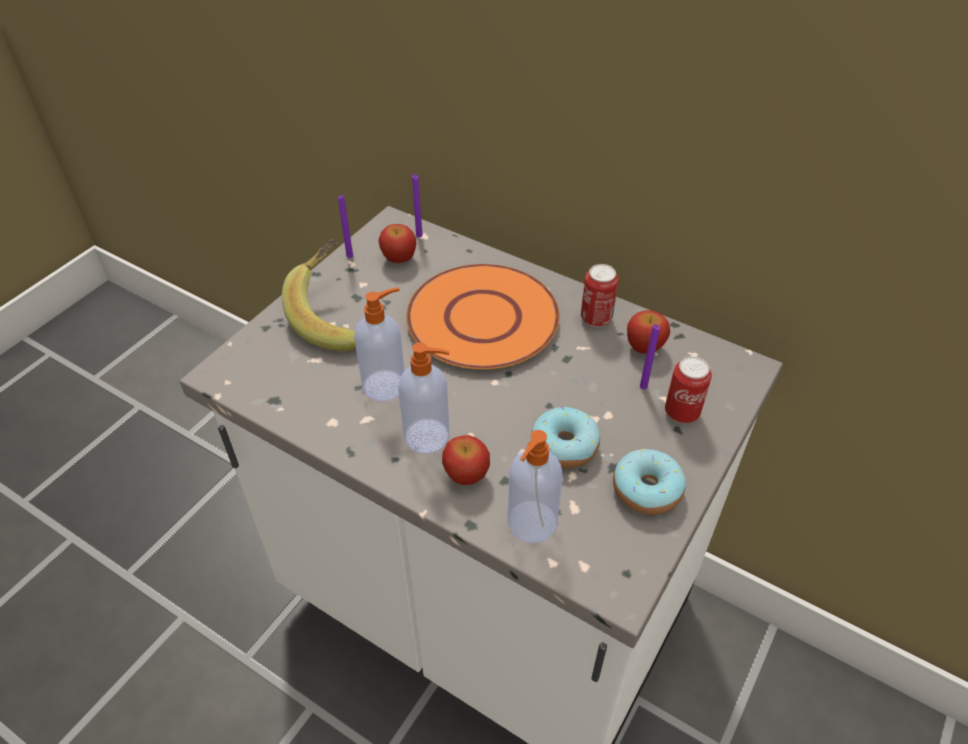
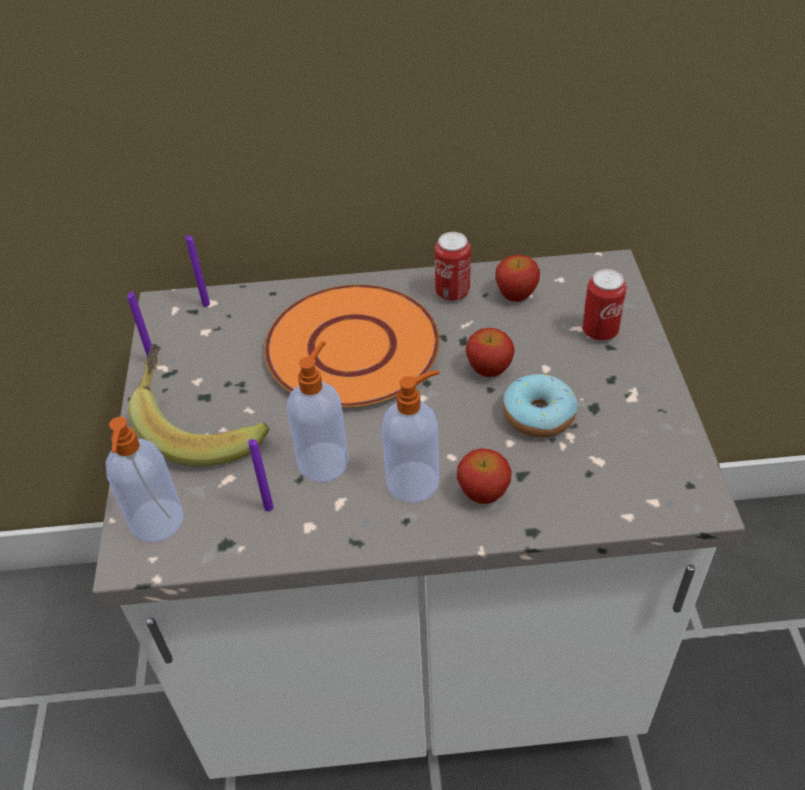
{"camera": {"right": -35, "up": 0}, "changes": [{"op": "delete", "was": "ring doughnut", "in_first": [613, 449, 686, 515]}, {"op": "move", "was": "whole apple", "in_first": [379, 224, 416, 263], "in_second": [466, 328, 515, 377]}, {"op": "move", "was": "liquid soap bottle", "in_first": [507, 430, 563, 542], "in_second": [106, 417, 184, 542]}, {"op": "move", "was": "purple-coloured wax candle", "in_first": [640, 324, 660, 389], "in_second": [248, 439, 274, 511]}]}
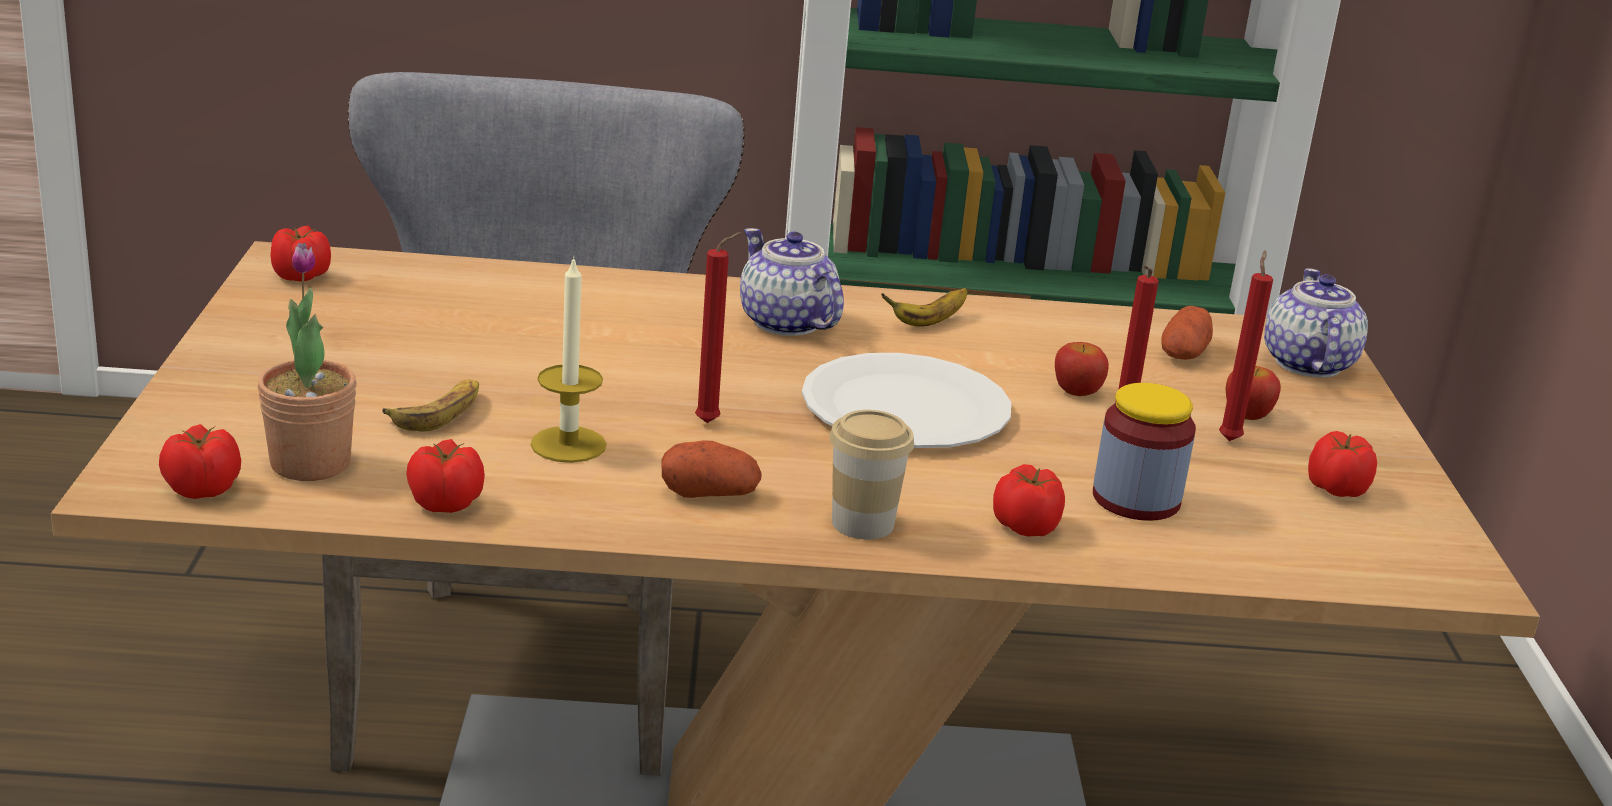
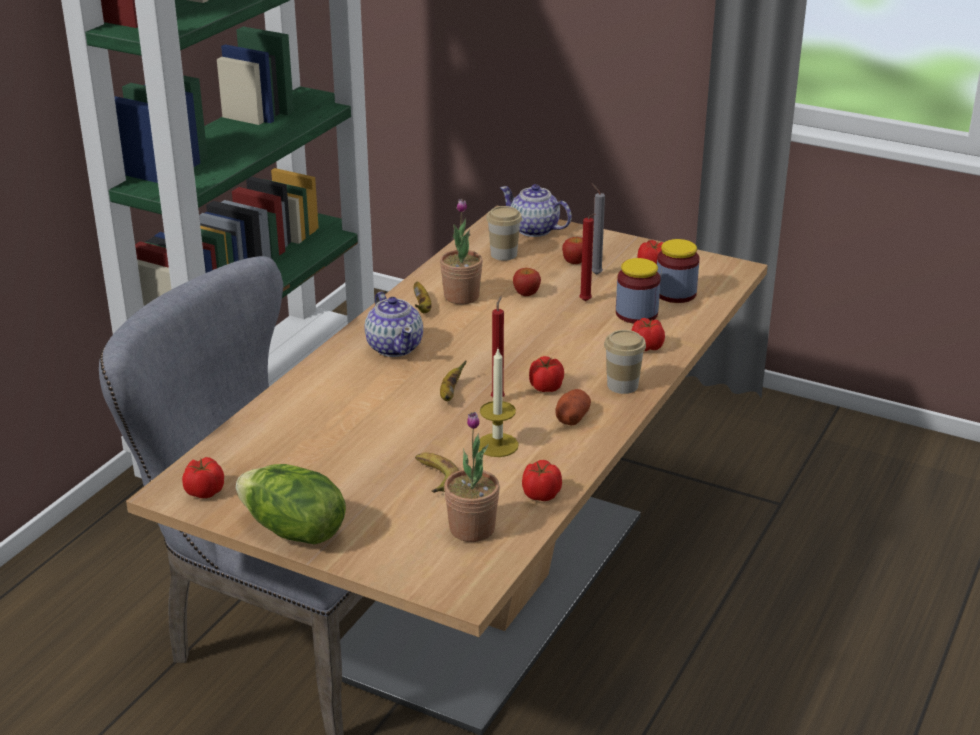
{"camera": {"right": -60, "up": 5}, "changes": [{"op": "delete", "was": "white dinner plate", "in_first": [802, 353, 1011, 448]}, {"op": "insert", "now": "lettuce head", "in_second": [236, 464, 346, 545]}, {"op": "insert", "now": "potted plant", "in_second": [440, 199, 483, 304]}, {"op": "insert", "now": "banana fruit", "in_second": [440, 360, 467, 401]}, {"op": "insert", "now": "storage jar", "in_second": [657, 239, 700, 303]}, {"op": "move", "was": "tomato", "in_first": [159, 424, 241, 499], "in_second": [529, 356, 564, 392]}, {"op": "replace", "was": "potato", "now": "cup", "in_first": [1162, 306, 1213, 360], "in_second": [486, 206, 522, 261]}, {"op": "recolor", "was": "red wax candle", "now": "greyish wax candle", "in_first": [1219, 250, 1273, 441], "in_second": [591, 183, 605, 275]}, {"op": "rotate", "was": "pot for tea", "in_first": [740, 228, 844, 336], "in_second": [365, 292, 423, 357], "clockwise": -105}]}
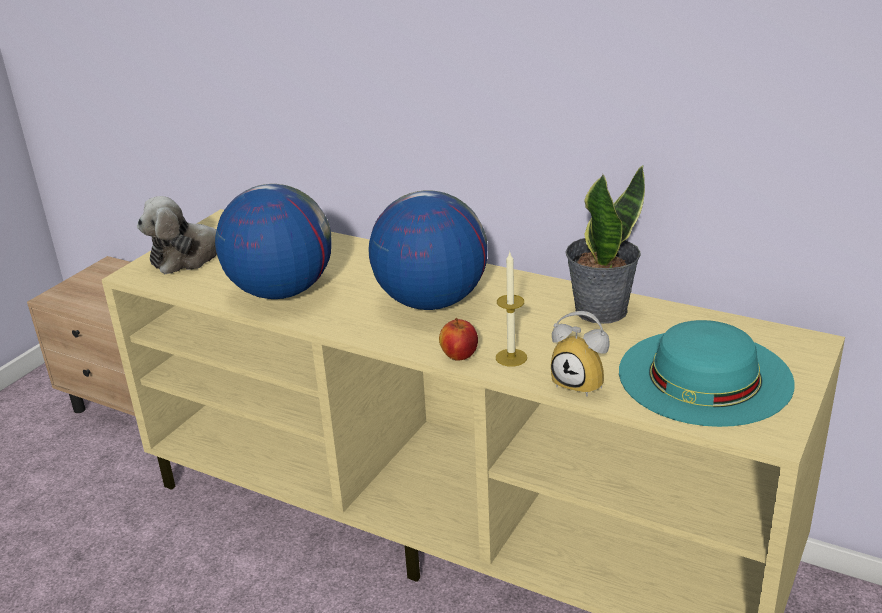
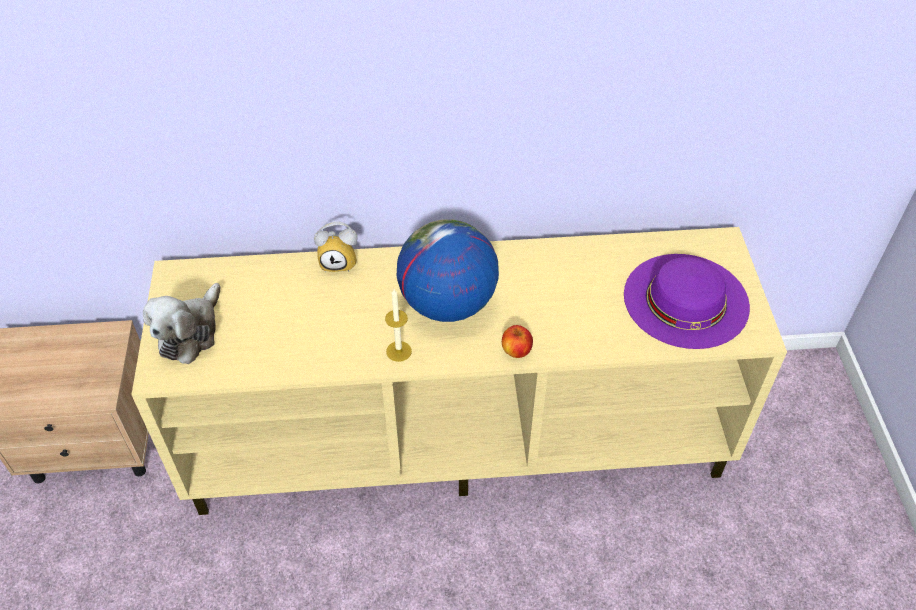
{"camera": {"right": -35, "up": 20}, "changes": [{"op": "delete", "was": "world globe", "in_first": [215, 184, 332, 299]}, {"op": "delete", "was": "potted plant", "in_first": [565, 165, 645, 324]}, {"op": "move", "was": "wax candle", "in_first": [496, 252, 527, 366], "in_second": [385, 289, 412, 362]}, {"op": "move", "was": "bedside clock", "in_first": [551, 311, 610, 397], "in_second": [314, 221, 358, 272]}, {"op": "recolor", "was": "turquoise-coloured hat", "now": "purple-coloured hat", "in_first": [619, 320, 795, 427], "in_second": [624, 254, 750, 349]}]}
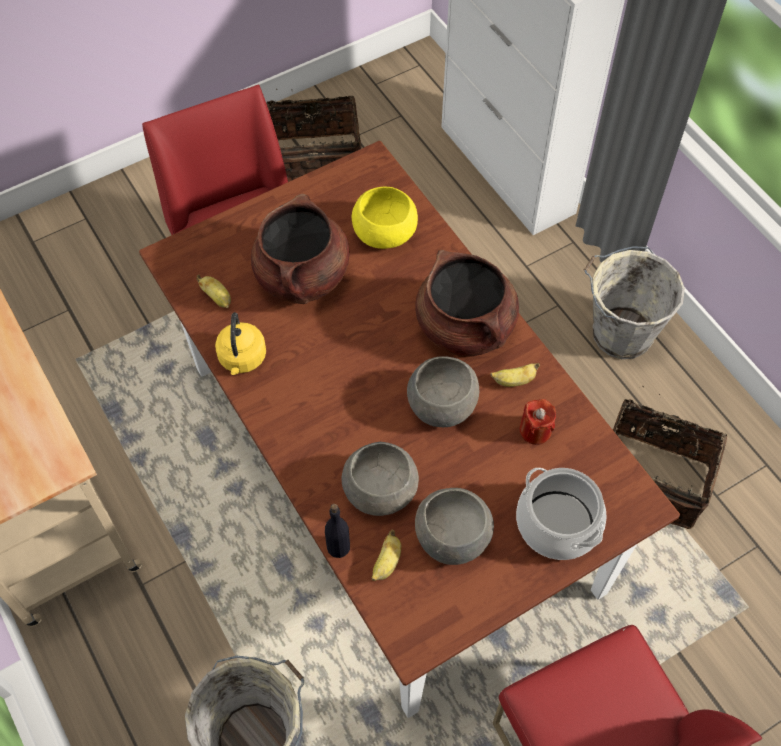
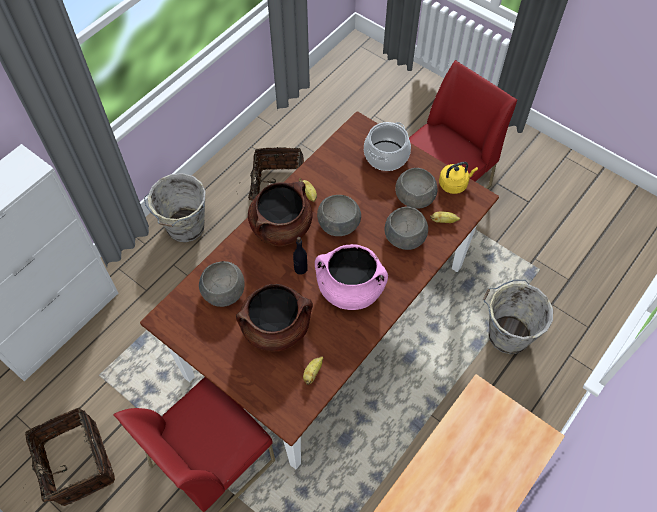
{"camera": {"right": -110, "up": 0}, "changes": [{"op": "delete", "was": "red wax candle", "in_first": [520, 399, 556, 445]}, {"op": "insert", "now": "pink-coloured saucepot", "in_second": [315, 244, 388, 310]}, {"op": "move", "was": "yellow-coloured kettle", "in_first": [215, 312, 266, 375], "in_second": [439, 162, 478, 194]}, {"op": "move", "was": "black-coloured bottle", "in_first": [325, 504, 350, 558], "in_second": [293, 237, 308, 275]}, {"op": "recolor", "was": "yellow-coloured deep dish", "now": "greyish deep dish", "in_first": [352, 187, 418, 249], "in_second": [199, 261, 245, 307]}]}
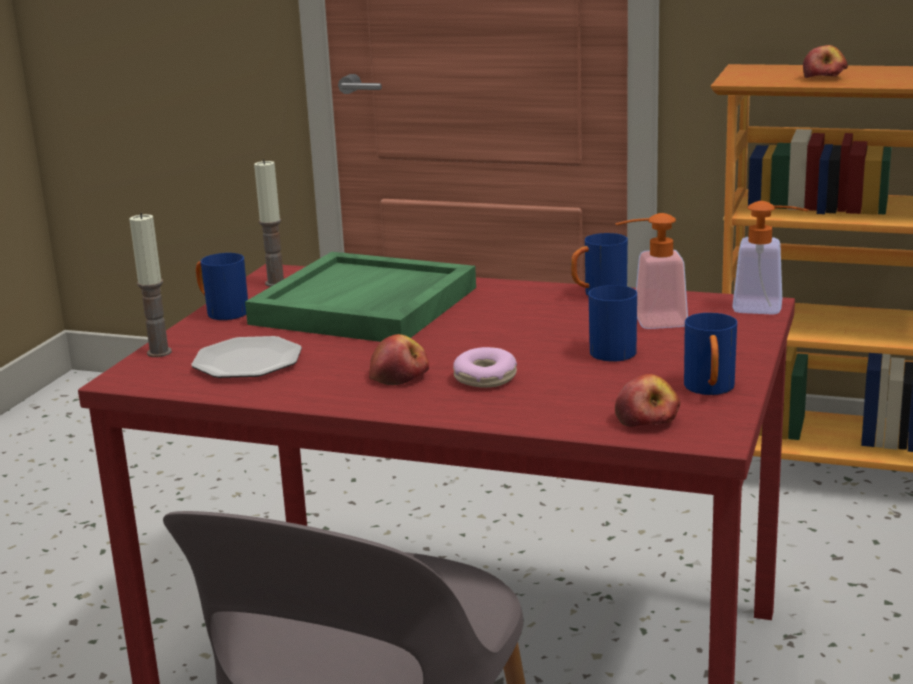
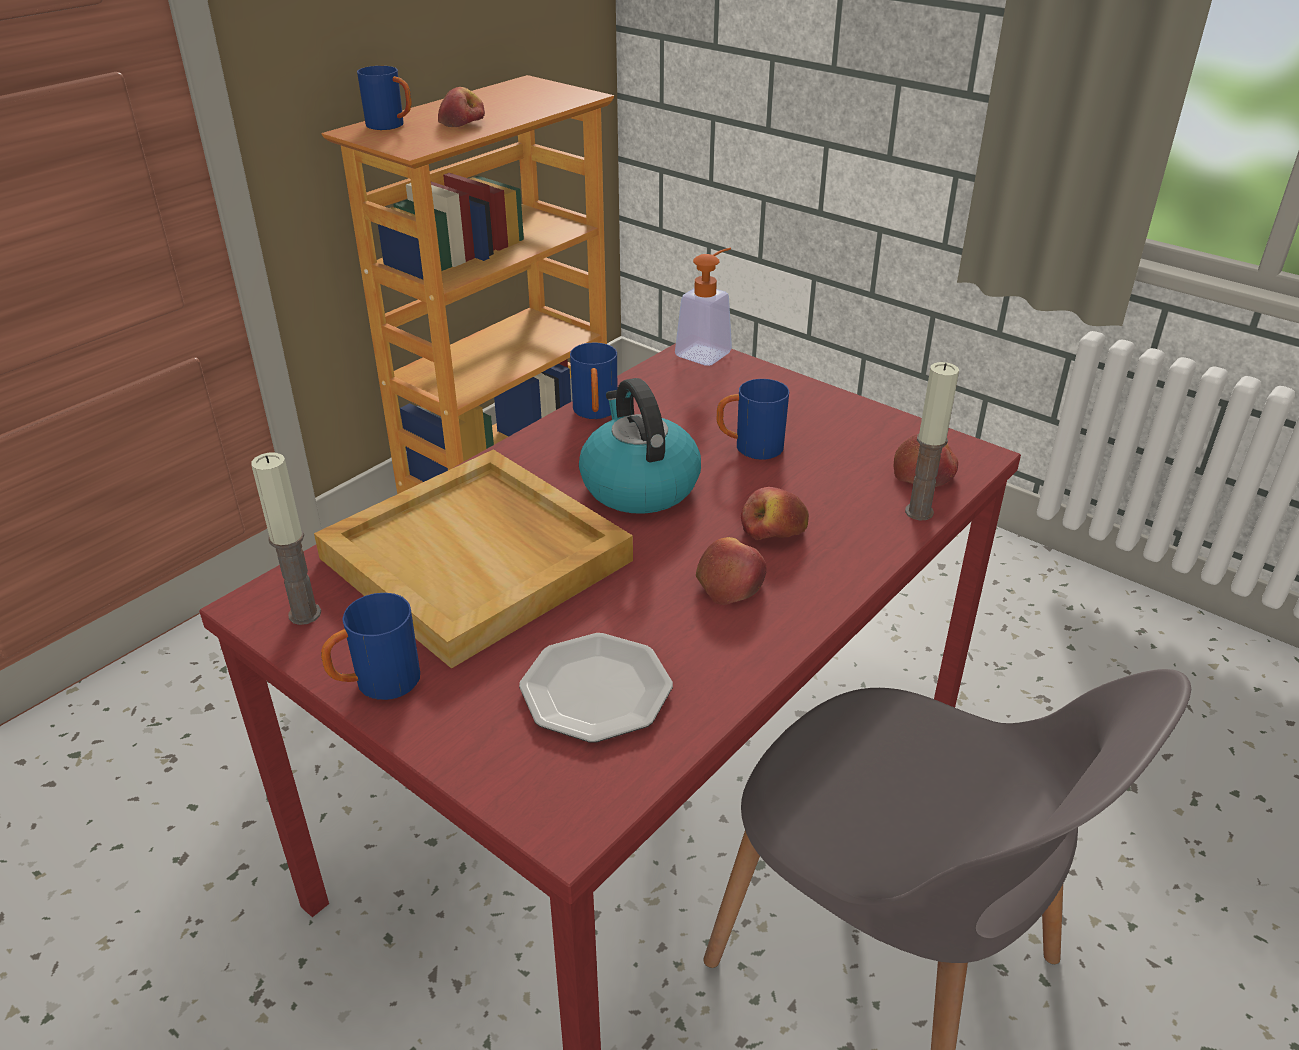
{"camera": {"right": -70, "up": 15}, "changes": [{"op": "delete", "was": "liquid soap bottle", "in_first": [615, 213, 688, 329]}, {"op": "insert", "now": "kettle", "in_second": [579, 378, 701, 514]}, {"op": "move", "was": "wax candle", "in_first": [129, 213, 172, 357], "in_second": [905, 362, 959, 520]}, {"op": "move", "was": "bluish mug", "in_first": [684, 313, 737, 395], "in_second": [357, 66, 412, 130]}, {"op": "replace", "was": "ring doughnut", "now": "whole apple", "in_first": [453, 347, 517, 388], "in_second": [741, 487, 809, 540]}, {"op": "recolor", "was": "greenish serving tray", "now": "beige serving tray", "in_first": [245, 252, 476, 342], "in_second": [314, 449, 633, 669]}]}
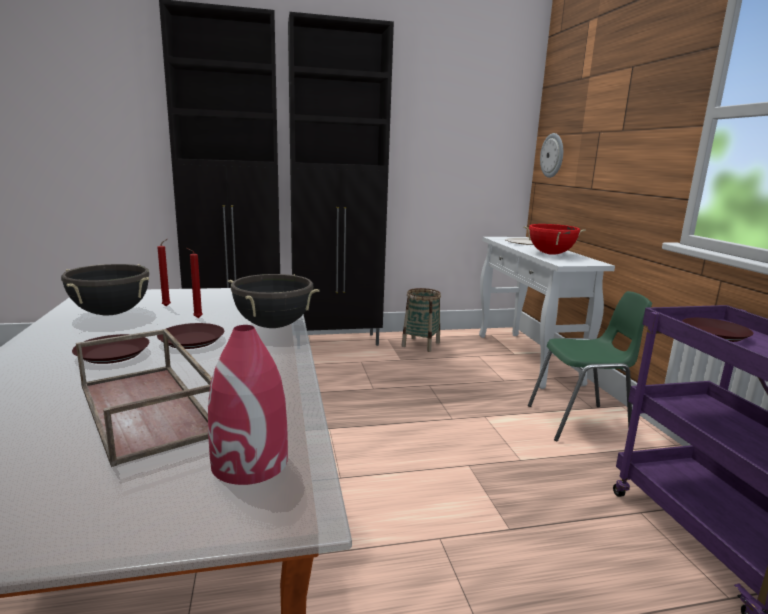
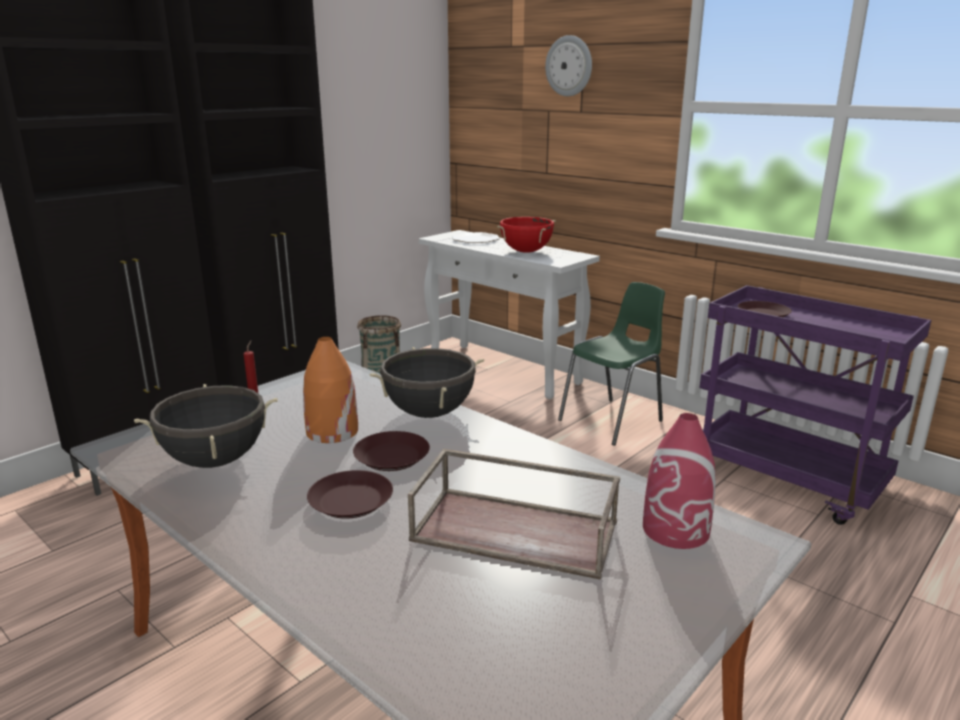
{"camera": {"right": -35, "up": 5}, "changes": [{"op": "move", "was": "hanging clock", "in_first": [540, 133, 563, 178], "in_second": [545, 35, 592, 96]}, {"op": "replace", "was": "red wax candle", "now": "orangey flower vase", "in_first": [186, 248, 203, 318], "in_second": [303, 337, 358, 443]}]}
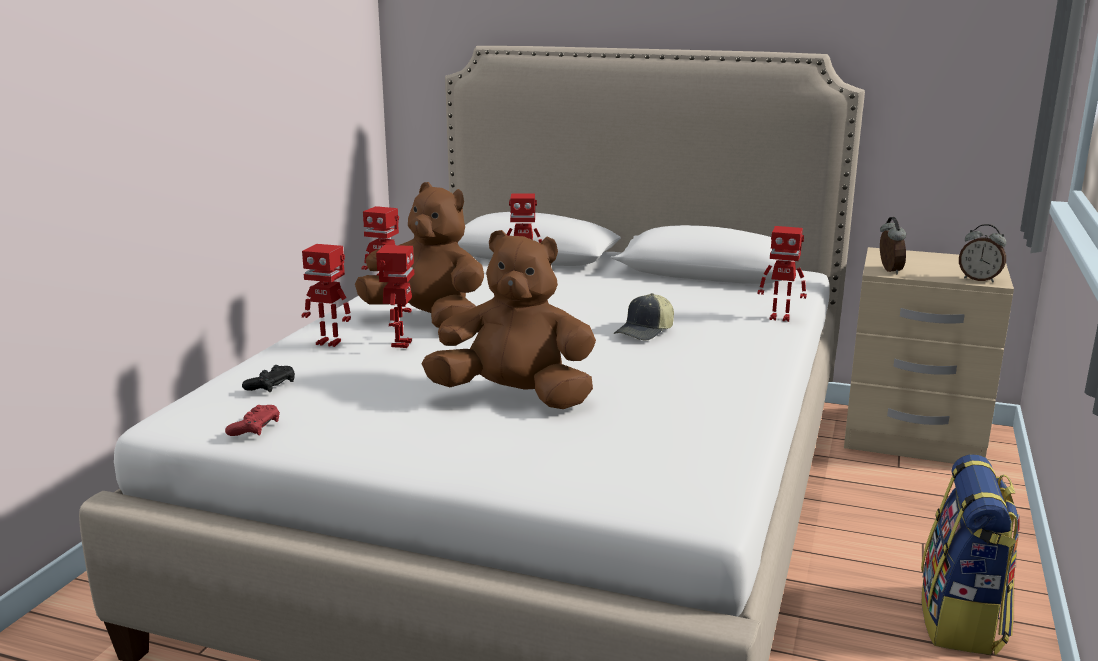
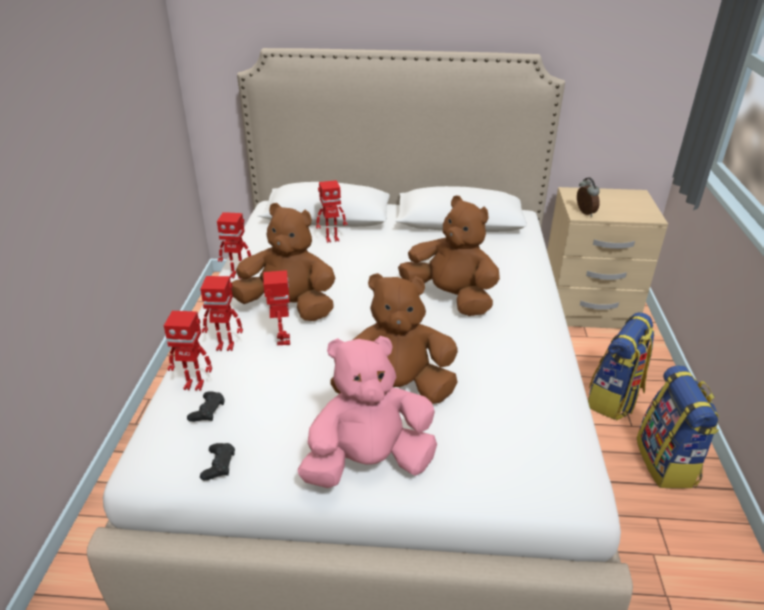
{"camera": {"right": -15, "up": 15}, "changes": [{"op": "delete", "was": "bedside clock", "in_first": [959, 224, 1007, 282]}, {"op": "insert", "now": "pink-coloured soft toy", "in_second": [298, 336, 437, 488]}, {"op": "insert", "now": "knapsack", "in_second": [588, 312, 655, 421]}, {"op": "move", "was": "robot figure", "in_first": [758, 226, 807, 322], "in_second": [164, 311, 212, 391]}, {"op": "replace", "was": "peaked cap", "now": "brown soft toy", "in_first": [614, 293, 674, 341], "in_second": [398, 196, 500, 316]}, {"op": "recolor", "was": "red gamepad", "now": "black-coloured gamepad", "in_first": [225, 405, 280, 436], "in_second": [200, 443, 235, 480]}]}
